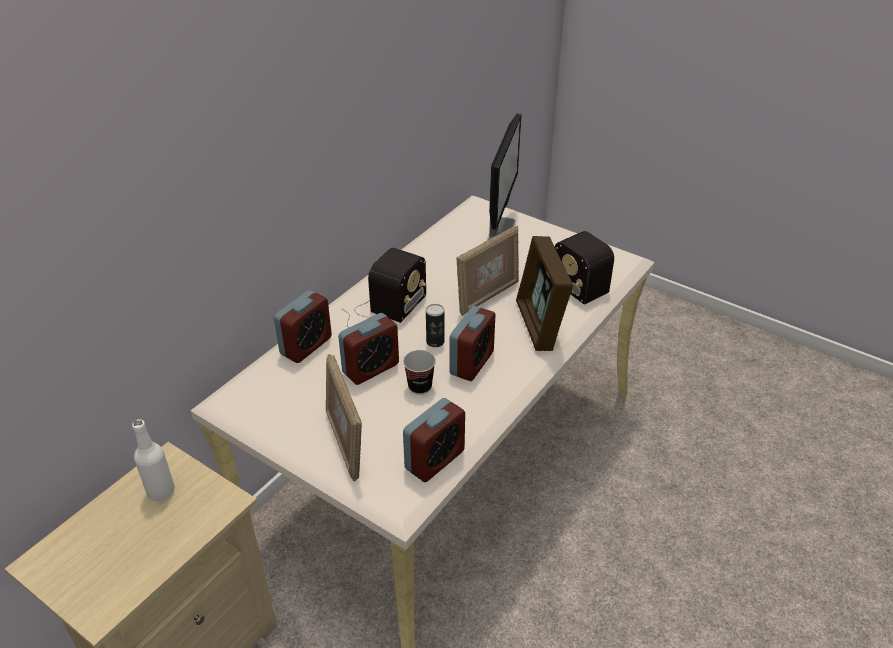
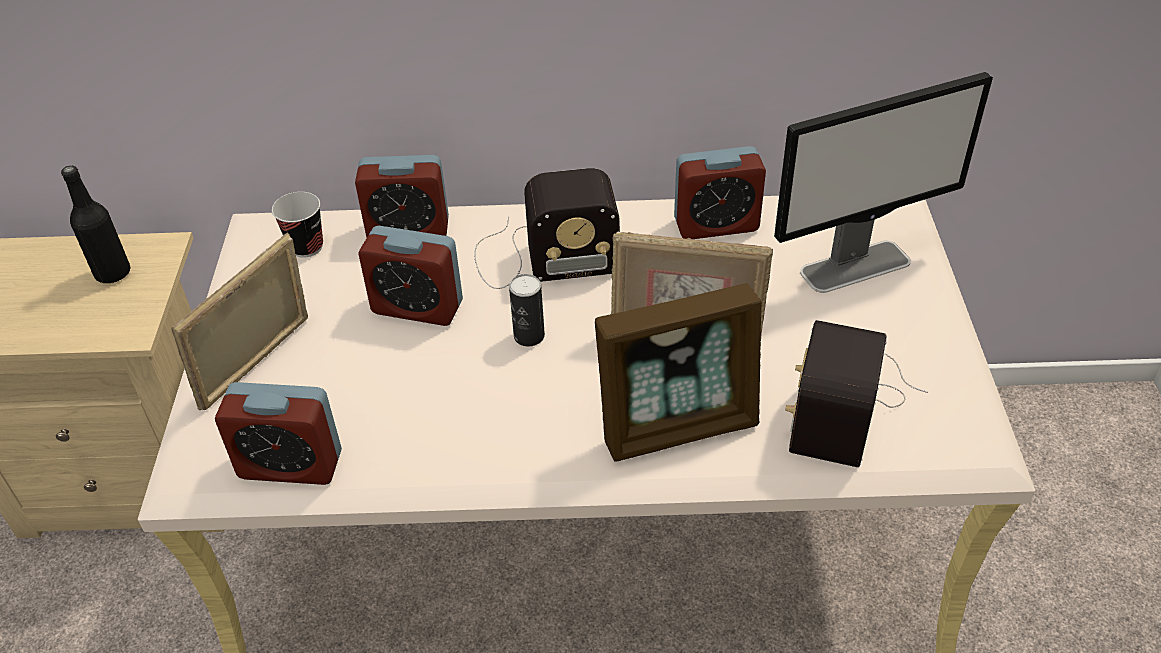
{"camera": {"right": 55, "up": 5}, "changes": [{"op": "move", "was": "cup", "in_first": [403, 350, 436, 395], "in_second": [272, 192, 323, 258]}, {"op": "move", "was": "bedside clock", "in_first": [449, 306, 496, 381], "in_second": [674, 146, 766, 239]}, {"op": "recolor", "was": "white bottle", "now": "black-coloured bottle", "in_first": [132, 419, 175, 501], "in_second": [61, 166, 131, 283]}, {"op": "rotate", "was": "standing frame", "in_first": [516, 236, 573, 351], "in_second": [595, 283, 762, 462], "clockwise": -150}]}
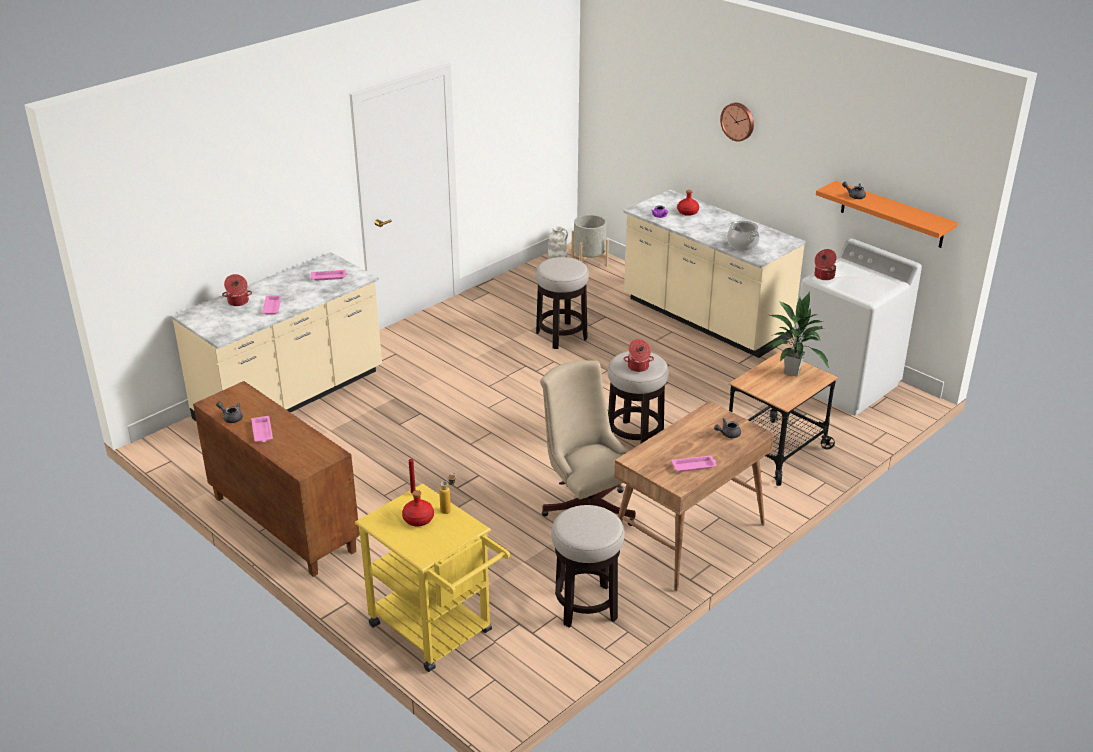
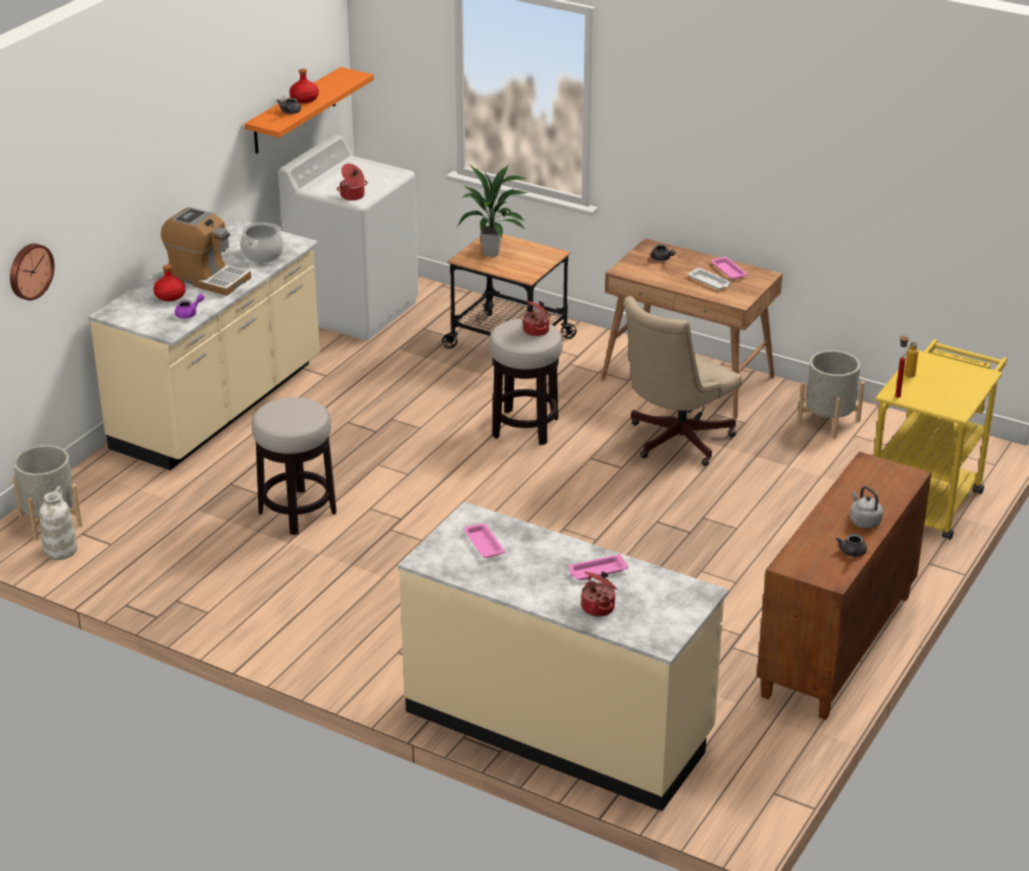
{"camera": {"right": -105, "up": 0}, "changes": [{"op": "insert", "now": "coffee brewer", "in_second": [161, 207, 251, 296]}, {"op": "insert", "now": "white serving tray", "in_second": [687, 267, 731, 290]}, {"op": "move", "was": "red bottle", "in_first": [402, 490, 434, 526], "in_second": [289, 69, 319, 103]}, {"op": "move", "was": "hanging clock", "in_first": [720, 103, 754, 142], "in_second": [10, 243, 54, 301]}, {"op": "replace", "was": "pink-coloured serving tray", "now": "greyish kettle", "in_first": [251, 416, 273, 442], "in_second": [850, 486, 883, 528]}, {"op": "replace", "was": "stool", "now": "greyish planter", "in_first": [551, 505, 624, 628], "in_second": [798, 350, 865, 439]}]}
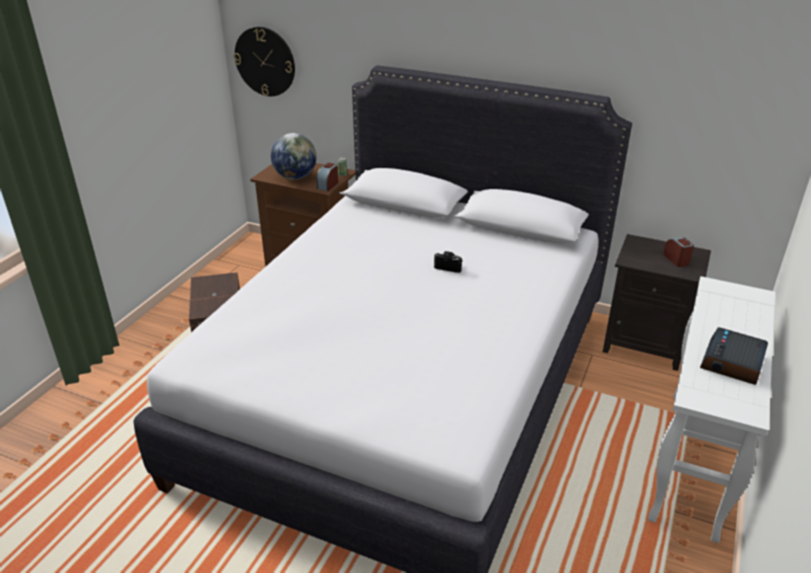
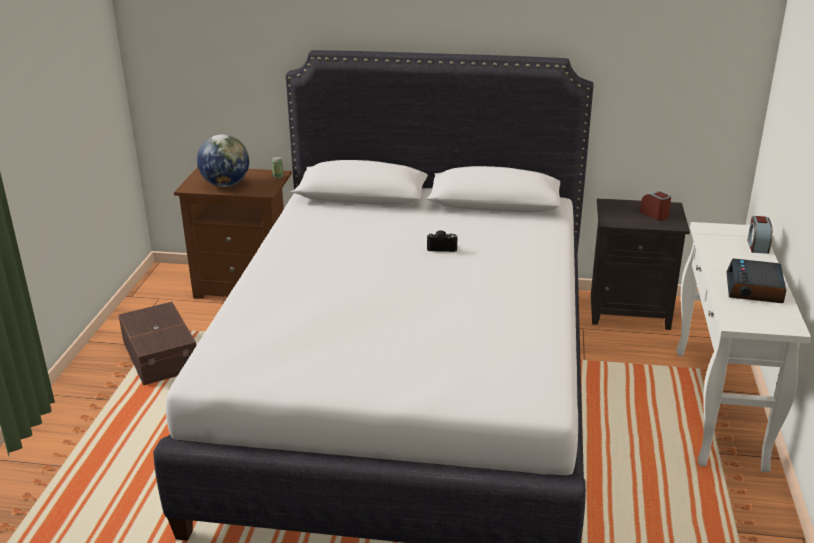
{"camera": {"right": -15, "up": -5}, "changes": [{"op": "delete", "was": "hanging clock", "in_first": [234, 27, 295, 96]}, {"op": "move", "was": "bedside clock", "in_first": [317, 163, 338, 191], "in_second": [747, 216, 773, 254]}]}
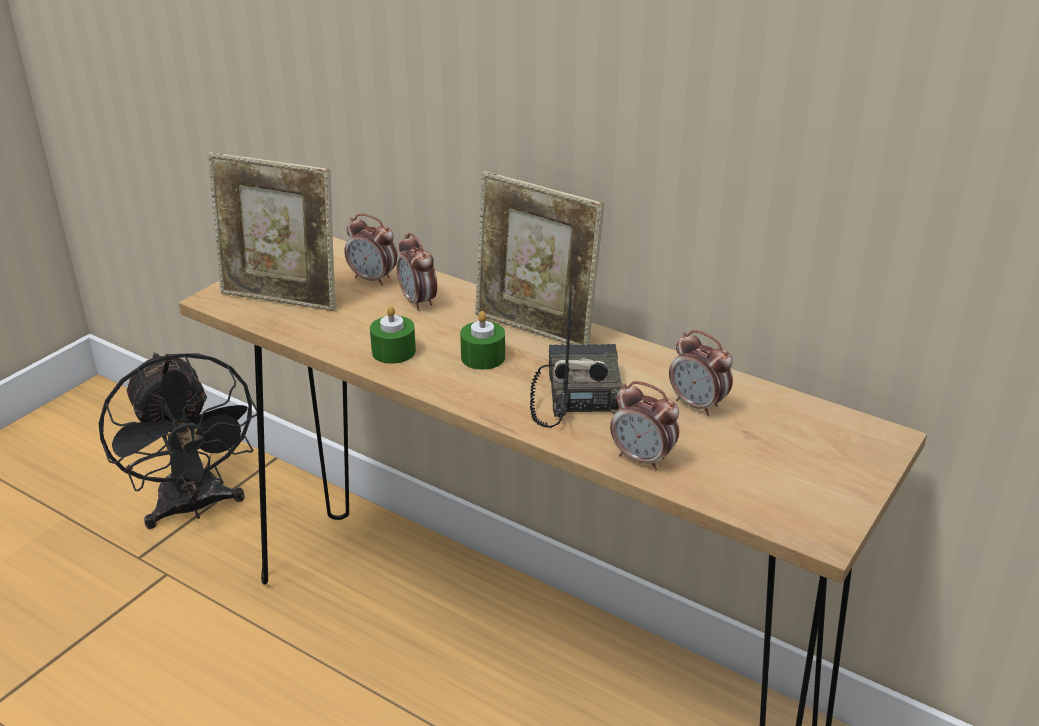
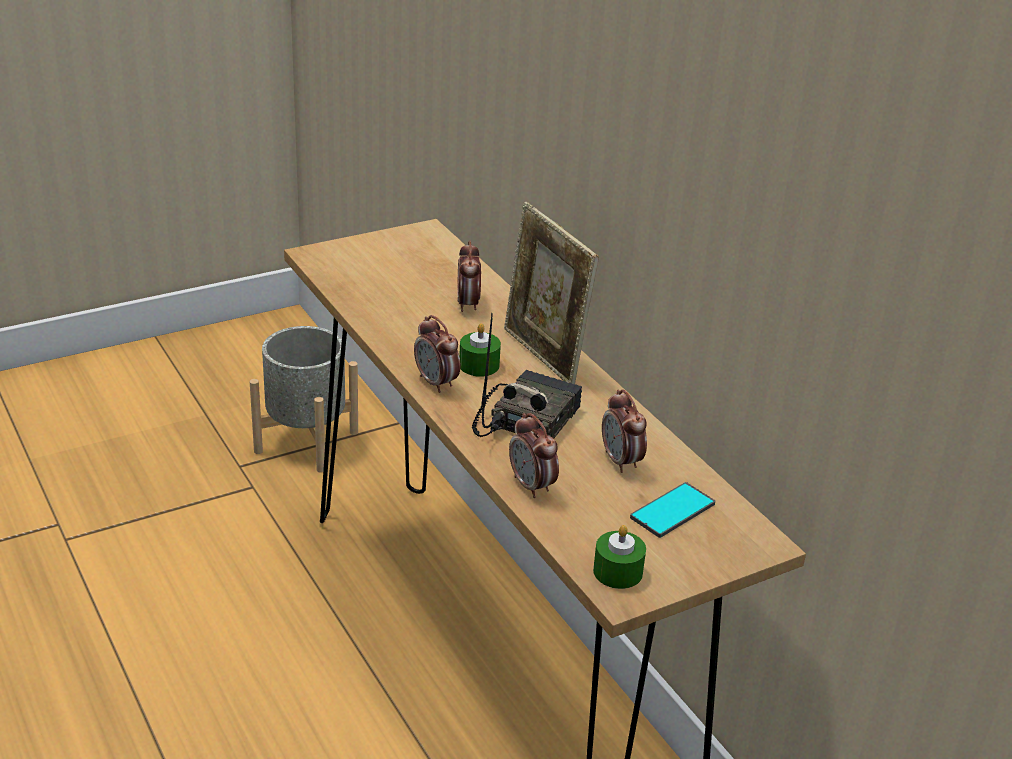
{"camera": {"right": 25, "up": 0}, "changes": [{"op": "delete", "was": "standing frame", "in_first": [208, 152, 336, 311]}, {"op": "insert", "now": "telephone", "in_second": [630, 482, 715, 538]}, {"op": "move", "was": "bedside clock", "in_first": [344, 214, 398, 286], "in_second": [414, 315, 461, 393]}, {"op": "move", "was": "greenish wax candle", "in_first": [370, 306, 416, 364], "in_second": [593, 525, 646, 589]}, {"op": "replace", "was": "black-coloured electric fan", "now": "greyish planter", "in_first": [99, 353, 257, 529], "in_second": [250, 326, 358, 473]}]}
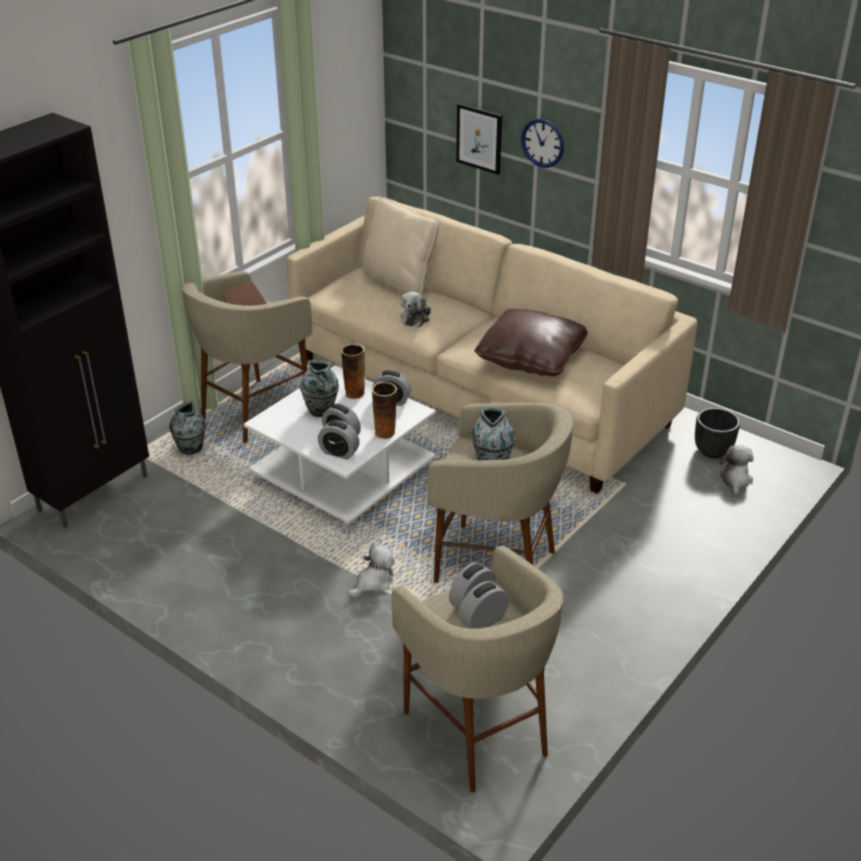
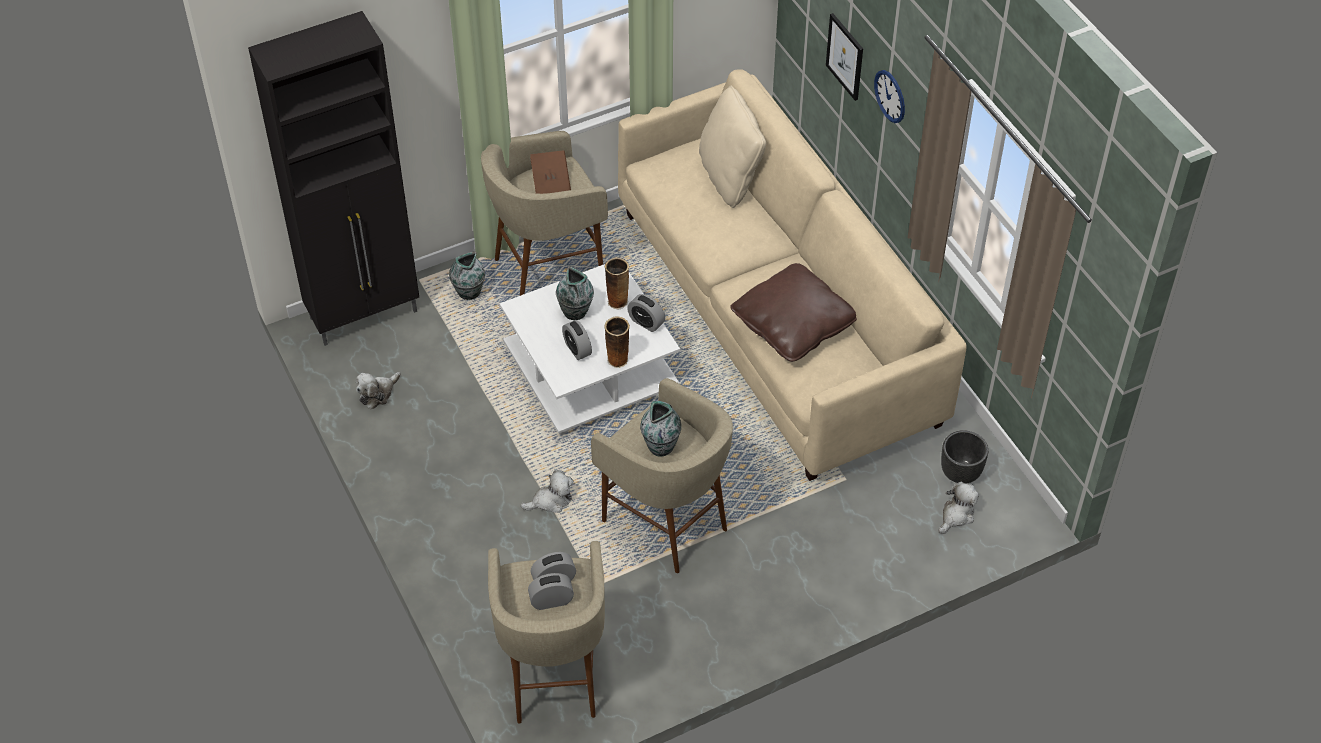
{"camera": {"right": 25, "up": 15}, "changes": [{"op": "delete", "was": "bedside clock", "in_first": [318, 420, 359, 460]}, {"op": "move", "was": "soft toy", "in_first": [400, 292, 431, 327], "in_second": [356, 372, 401, 409]}]}
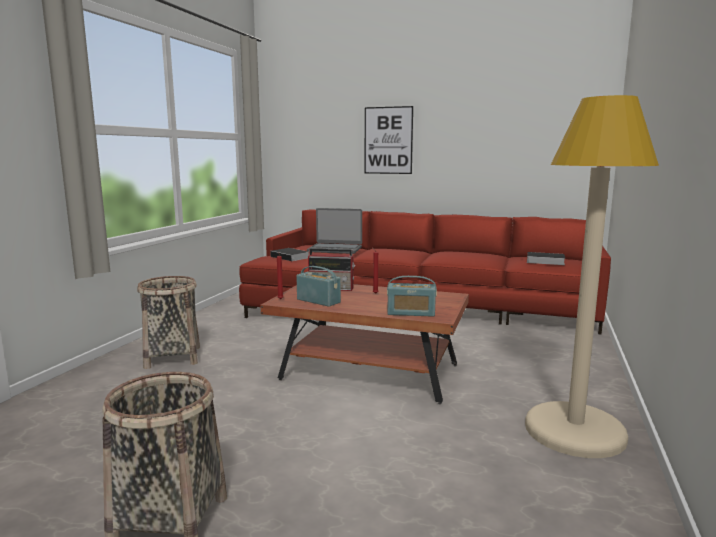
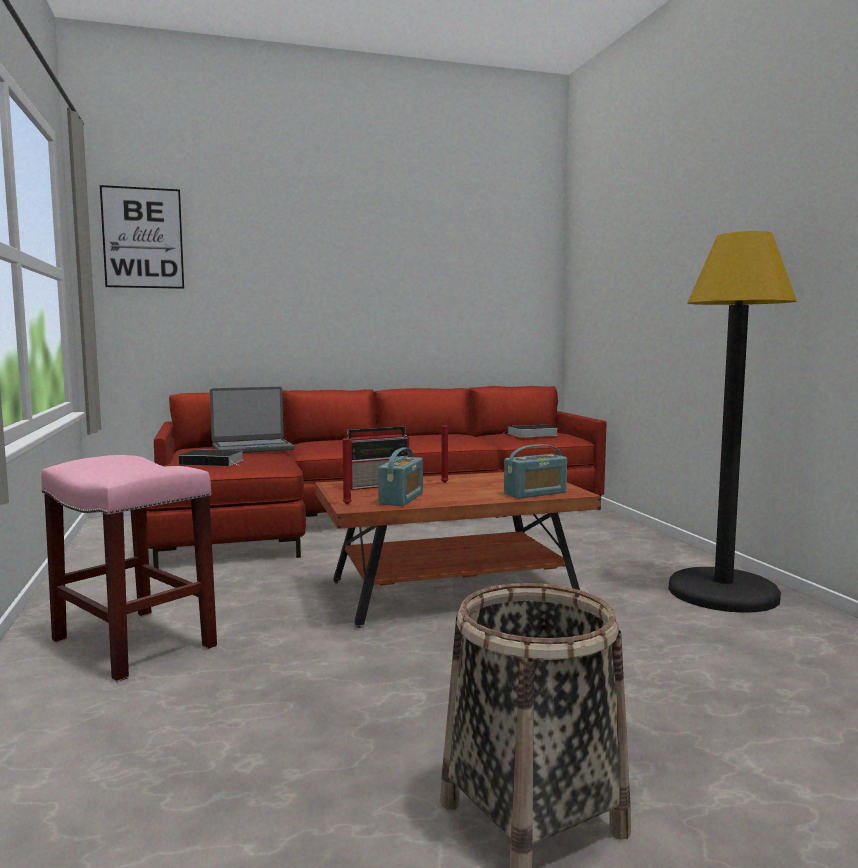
{"camera": {"right": -35, "up": -5}, "changes": [{"op": "move", "was": "wall picture", "in_first": [365, 106, 413, 174], "in_second": [100, 185, 184, 289]}, {"op": "replace", "was": "basket", "now": "pink-coloured stool", "in_first": [137, 276, 200, 369], "in_second": [41, 455, 217, 682]}, {"op": "recolor", "was": "beige floor lamp", "now": "black-coloured floor lamp", "in_first": [525, 95, 659, 458], "in_second": [669, 231, 797, 613]}, {"op": "rotate", "was": "radio receiver", "in_first": [296, 266, 341, 307], "in_second": [378, 448, 423, 506], "clockwise": 105}]}
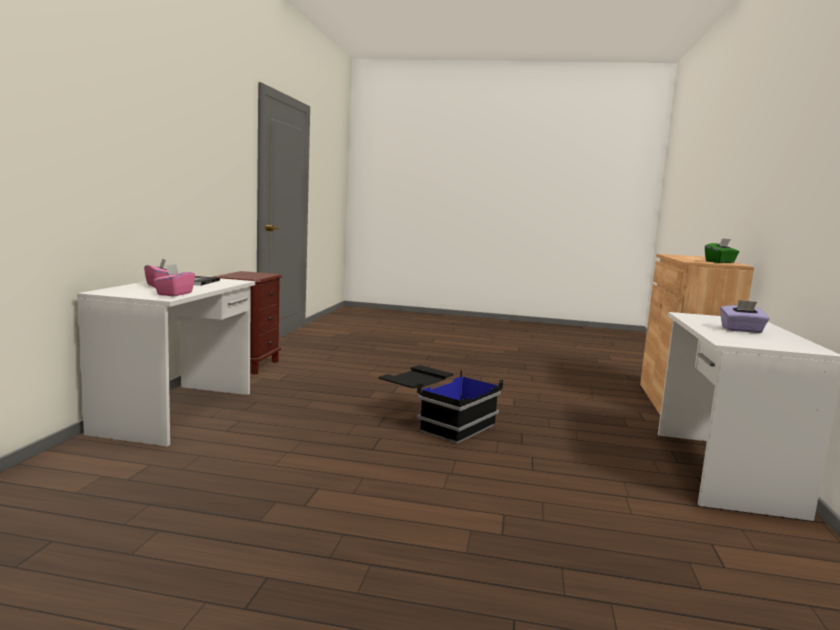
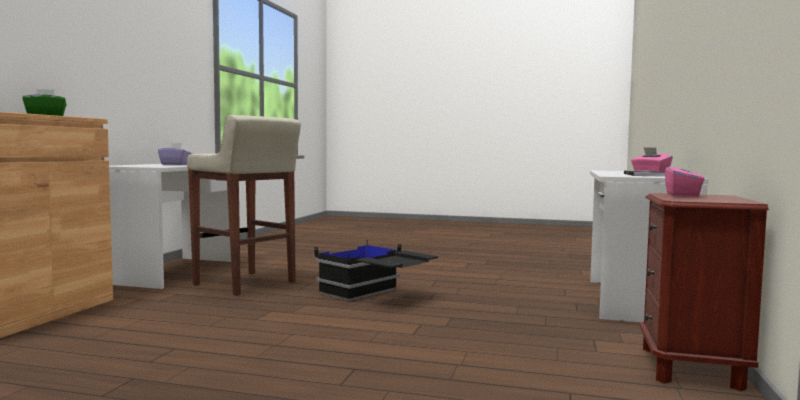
{"camera": {"right": -175, "up": -5}, "changes": [{"op": "insert", "now": "beige stool", "in_second": [187, 115, 301, 296]}, {"op": "move", "was": "pink-coloured box of tissues", "in_first": [153, 264, 195, 296], "in_second": [665, 159, 705, 197]}]}
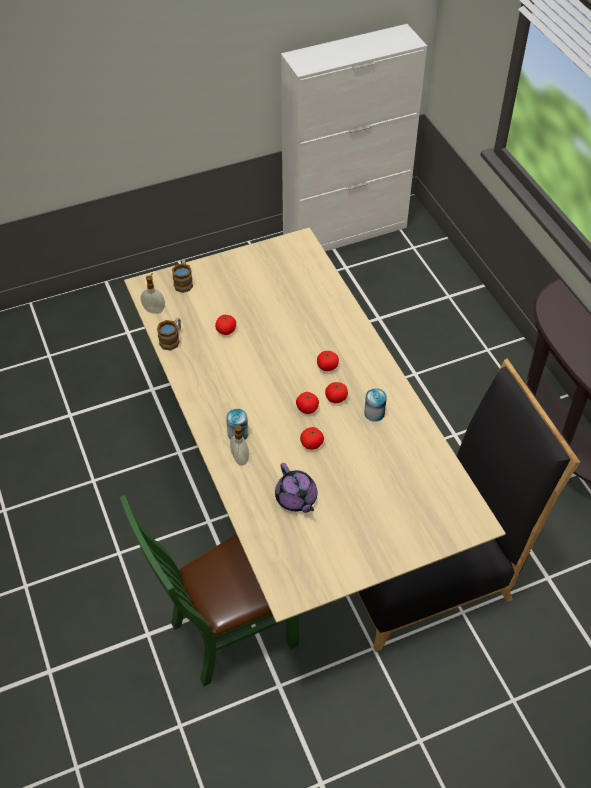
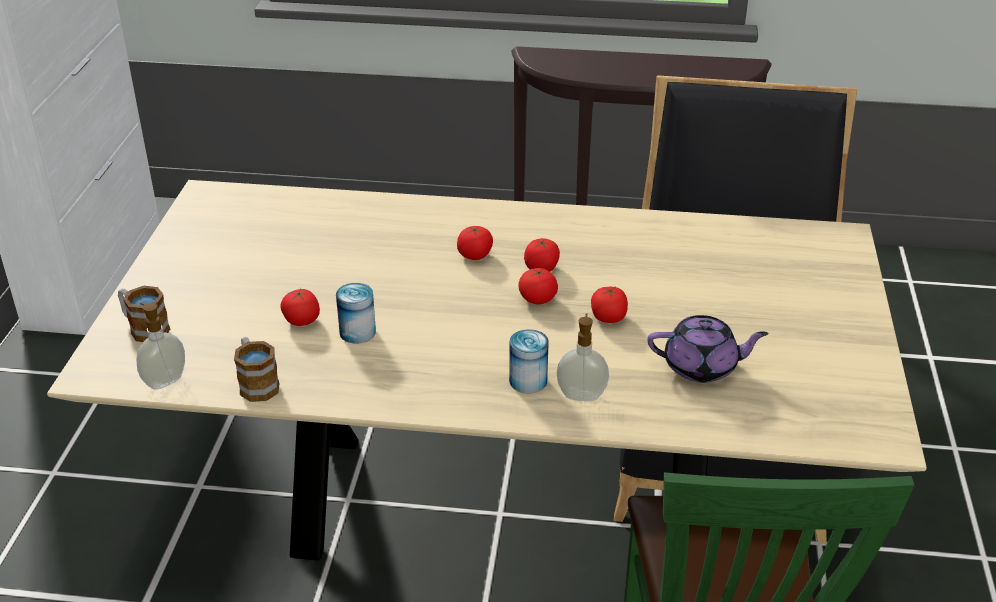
{"camera": {"right": -60, "up": -15}, "changes": [{"op": "move", "was": "metal can", "in_first": [364, 388, 387, 422], "in_second": [336, 283, 376, 344]}]}
